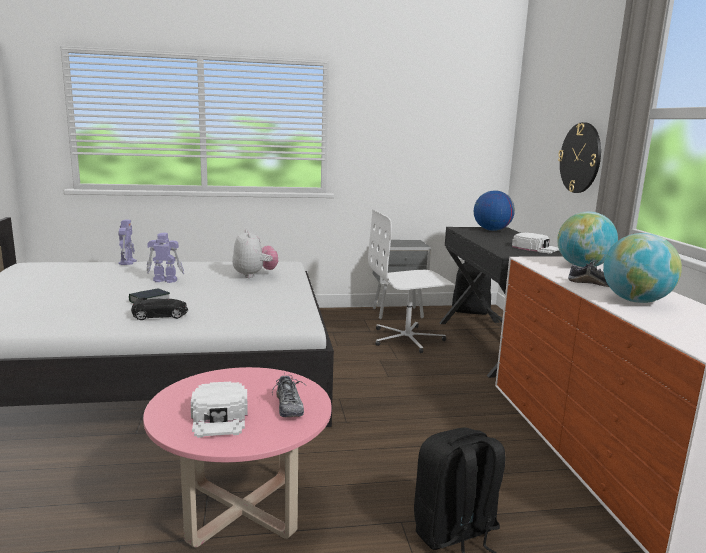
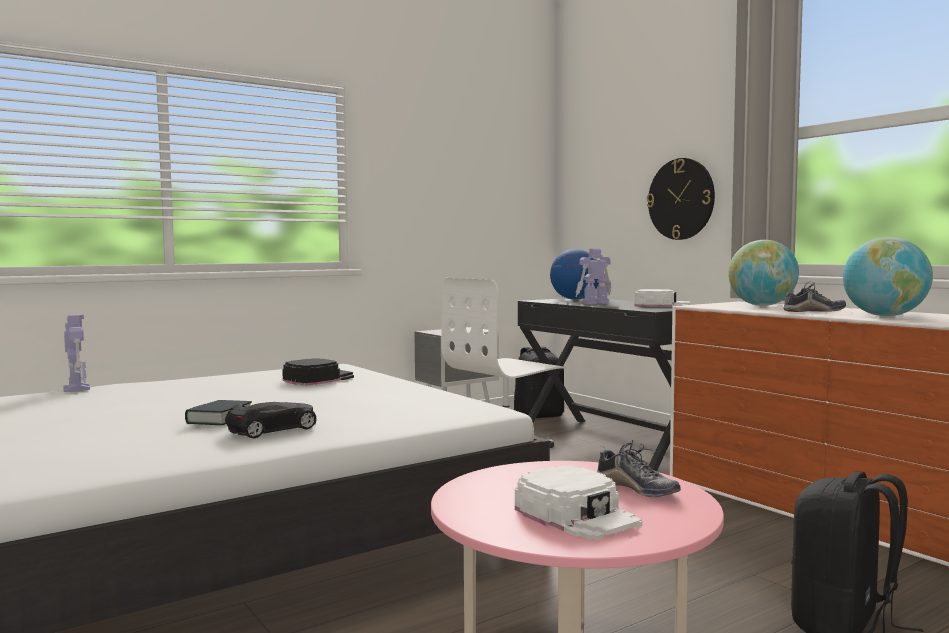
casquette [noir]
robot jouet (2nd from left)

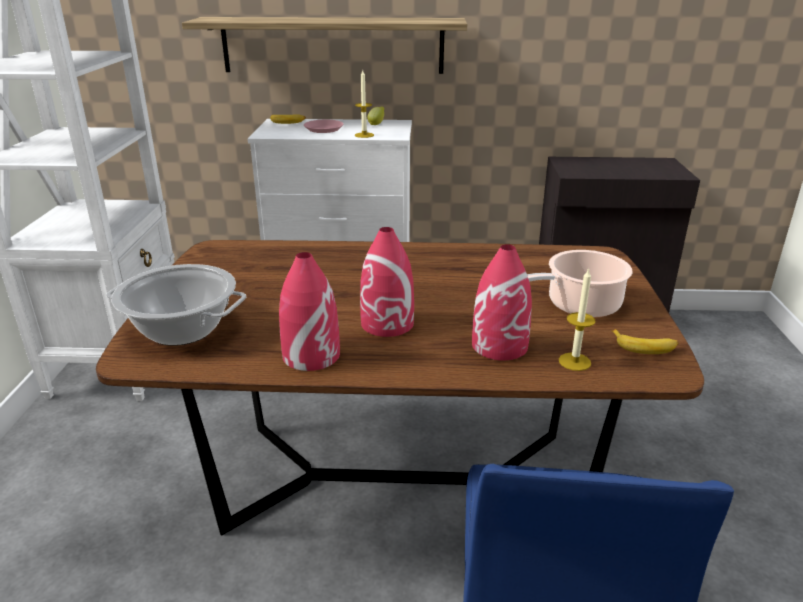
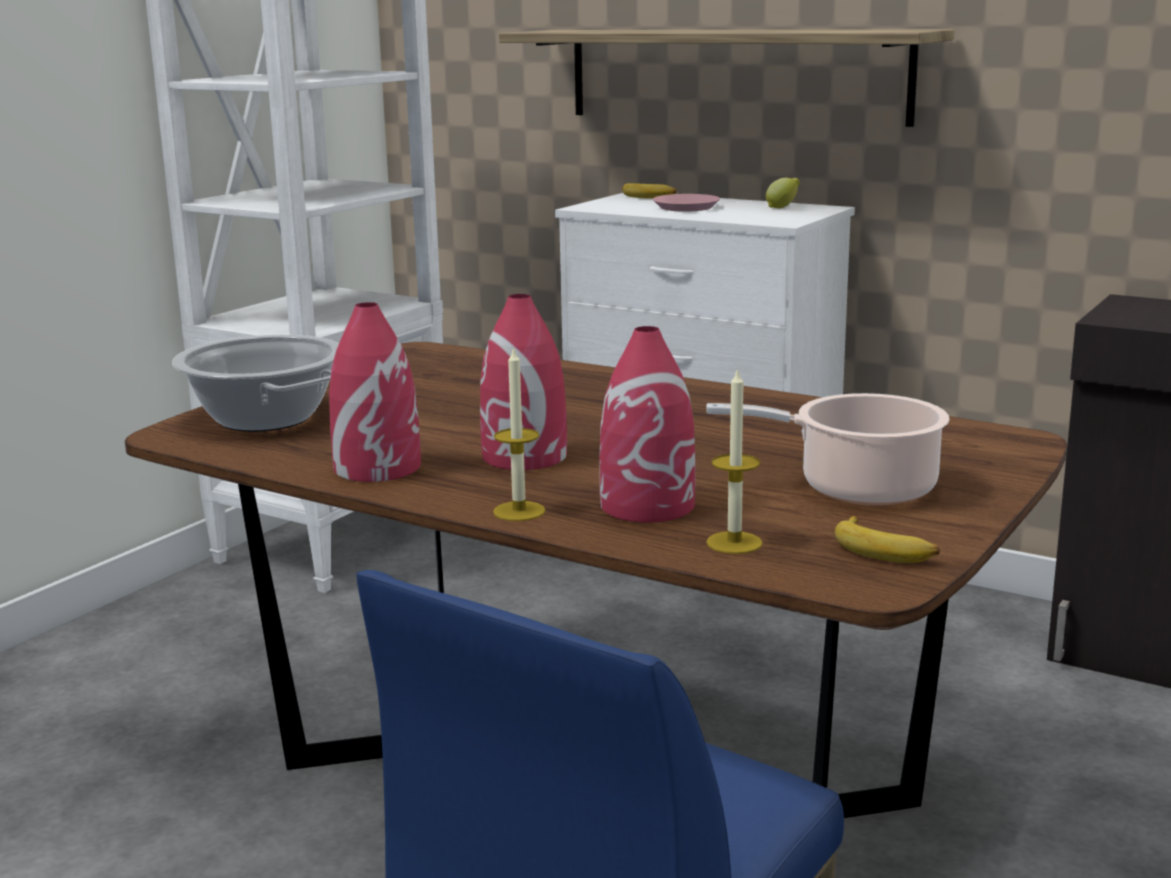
bougie (1st from left)

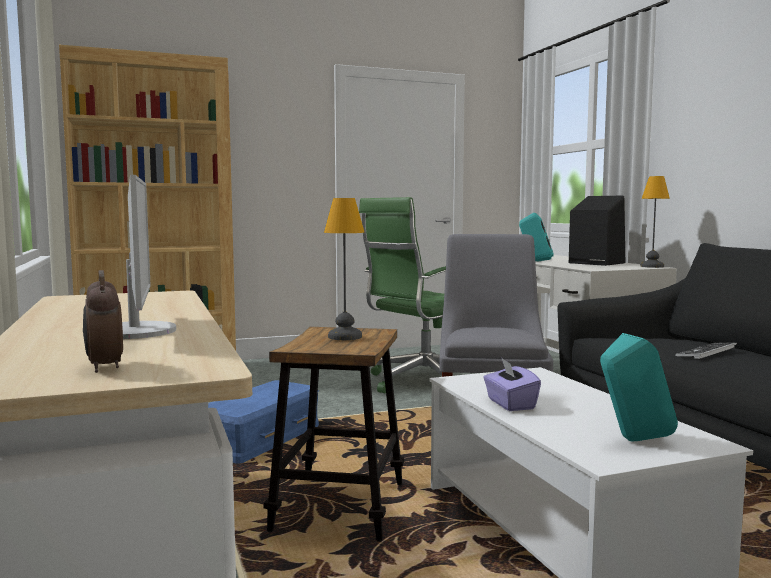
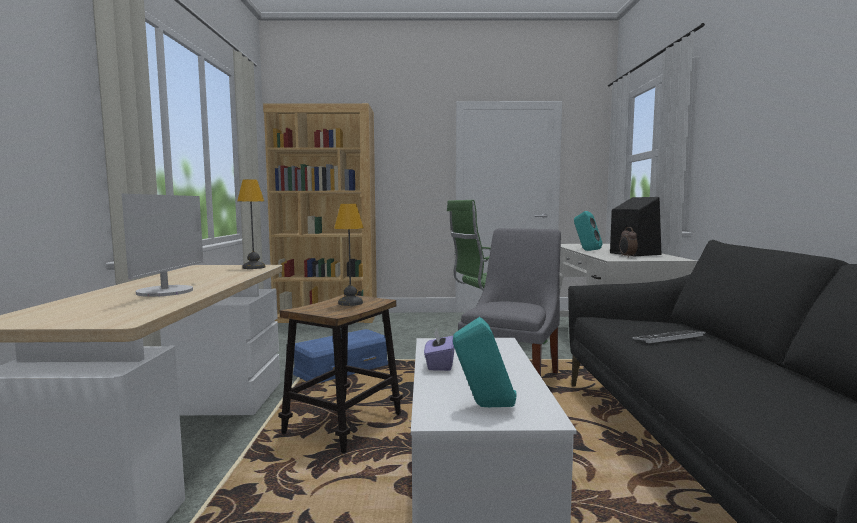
lampe de table (1st from left)
réveil

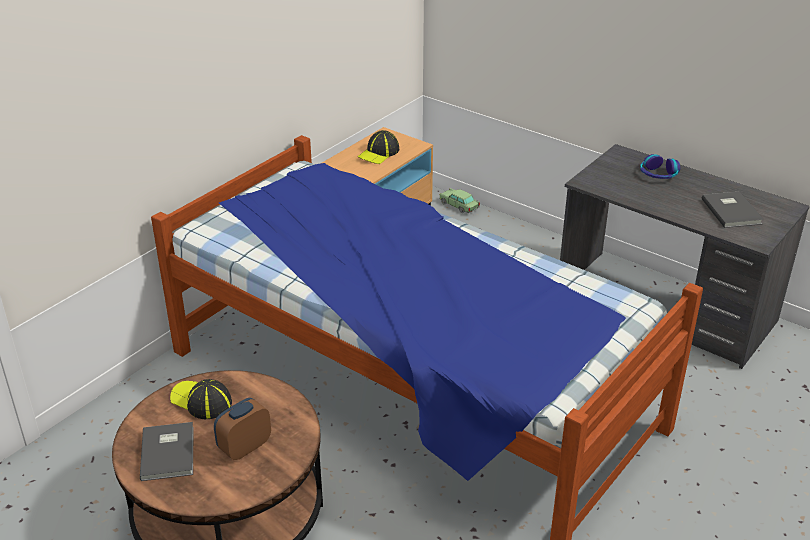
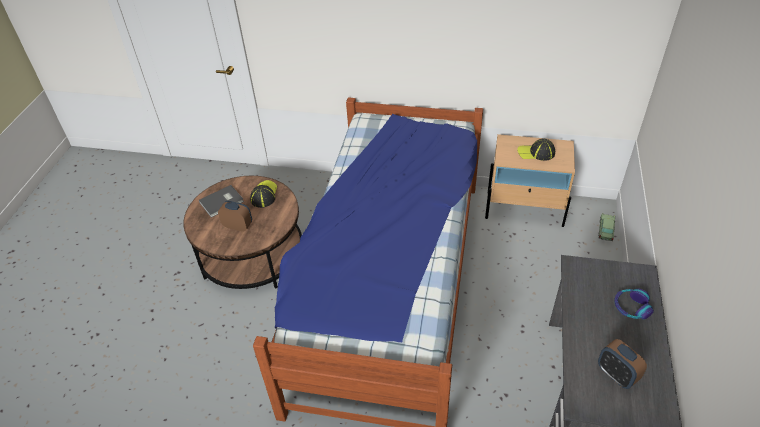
réveil (2nd from left)

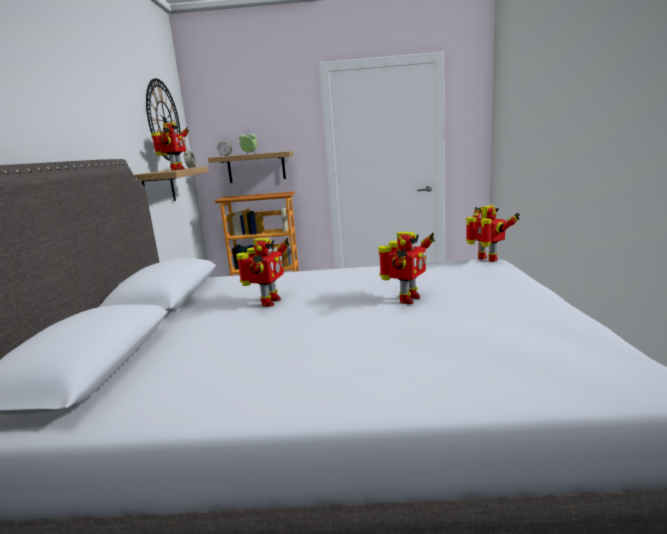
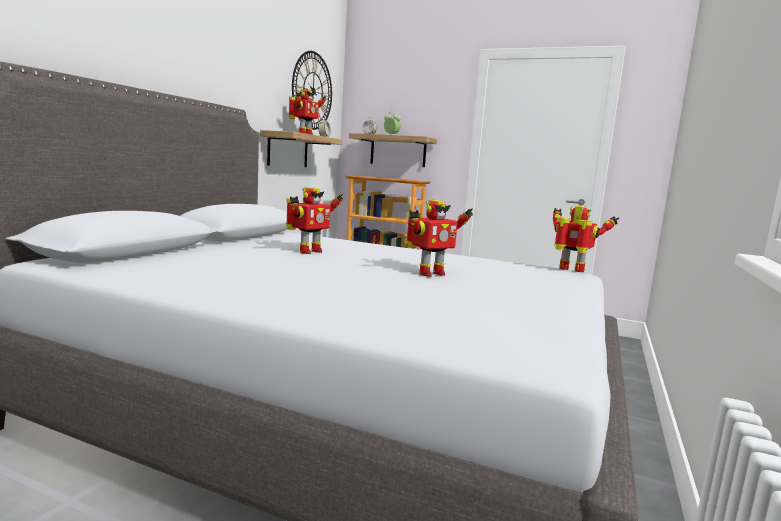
robot jouet (4th from left)

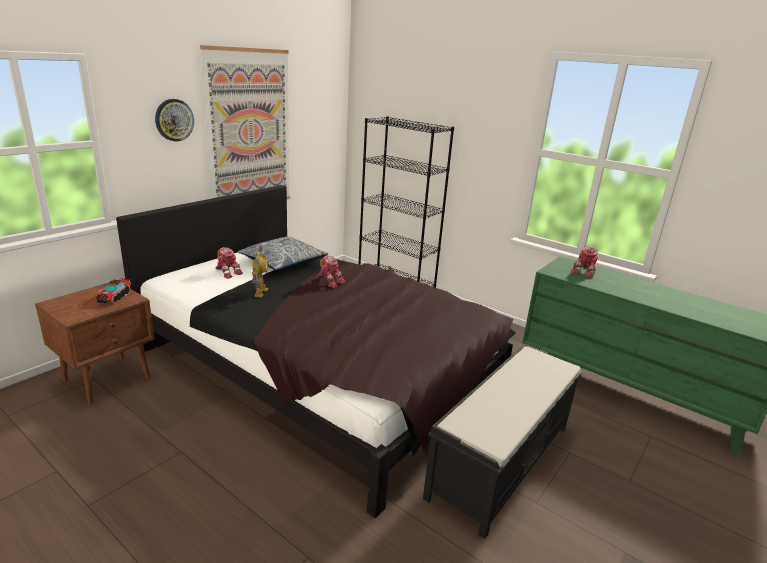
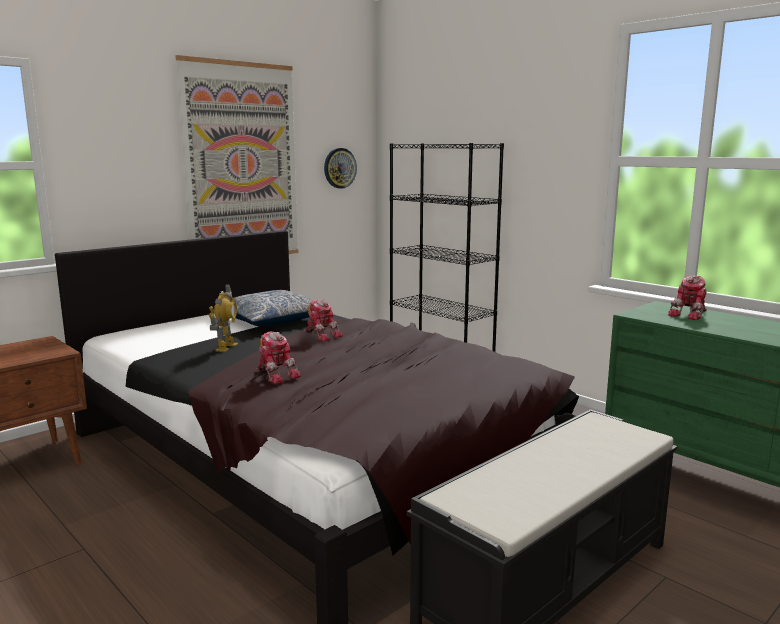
horloge murale
robot jouet (2nd from left)
camion jouet

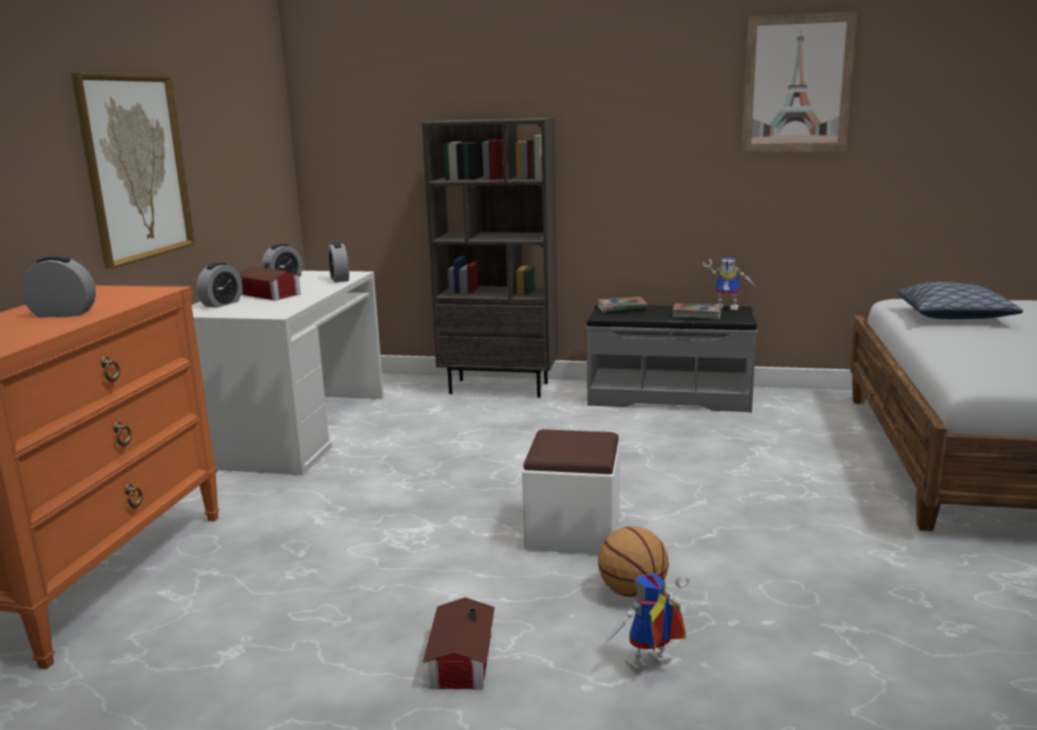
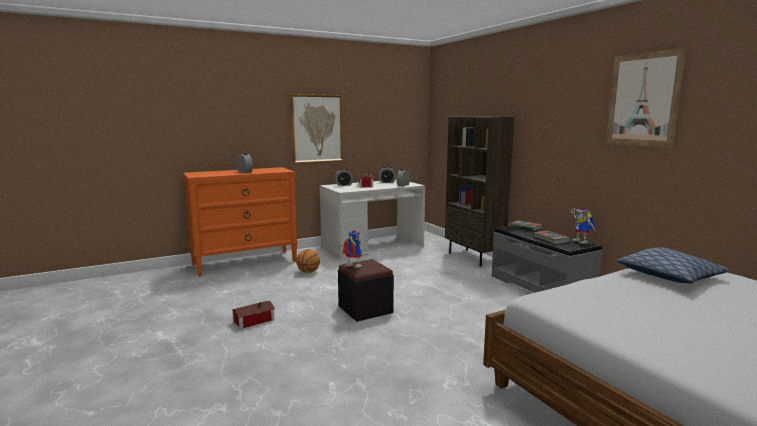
pouf [noir]
ballon de basket
robot jouet (1st from left)

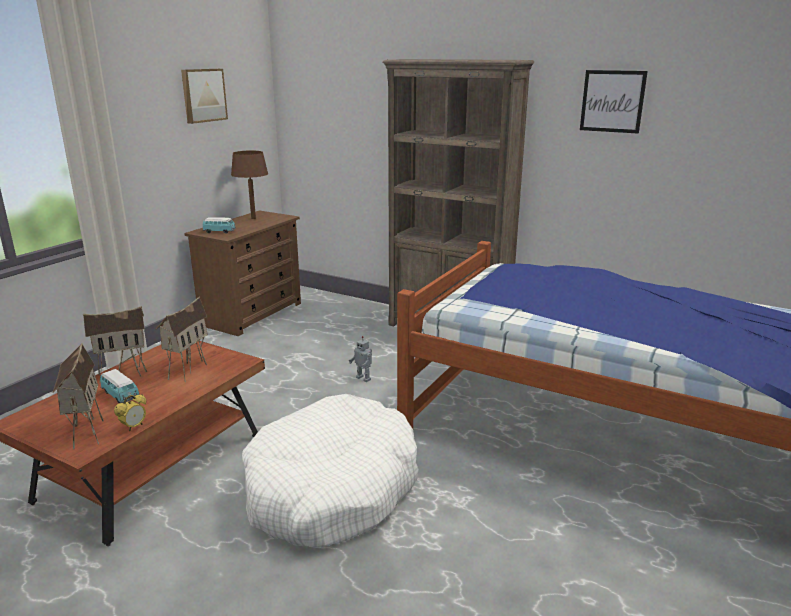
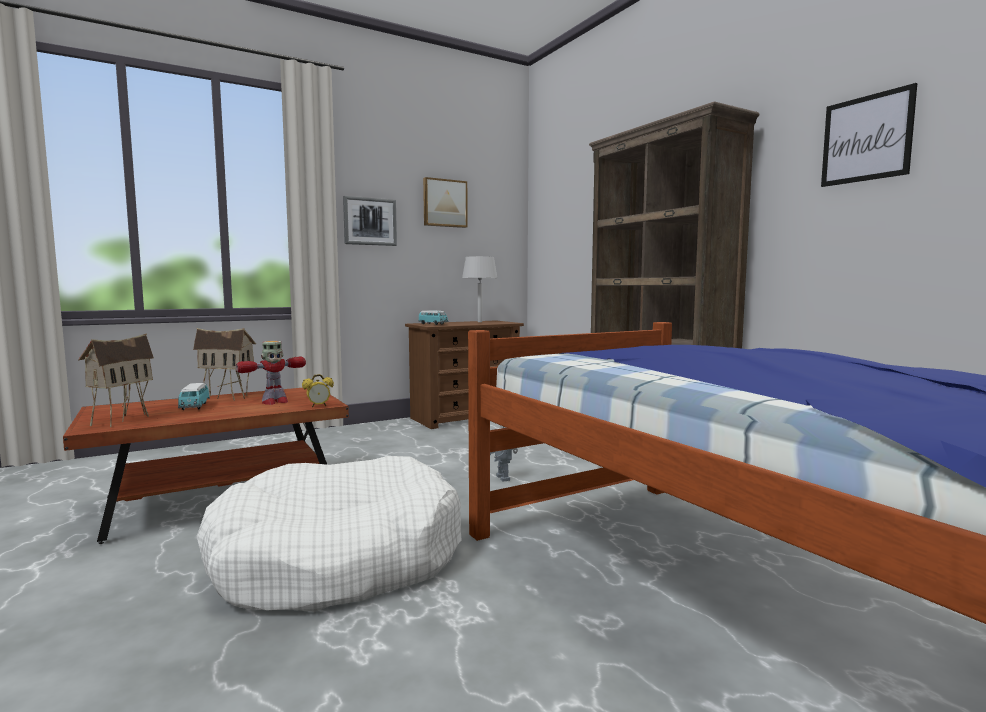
lampe de table [gris]
robot jouet (1st from left)
réveil
tableau (1st from left)

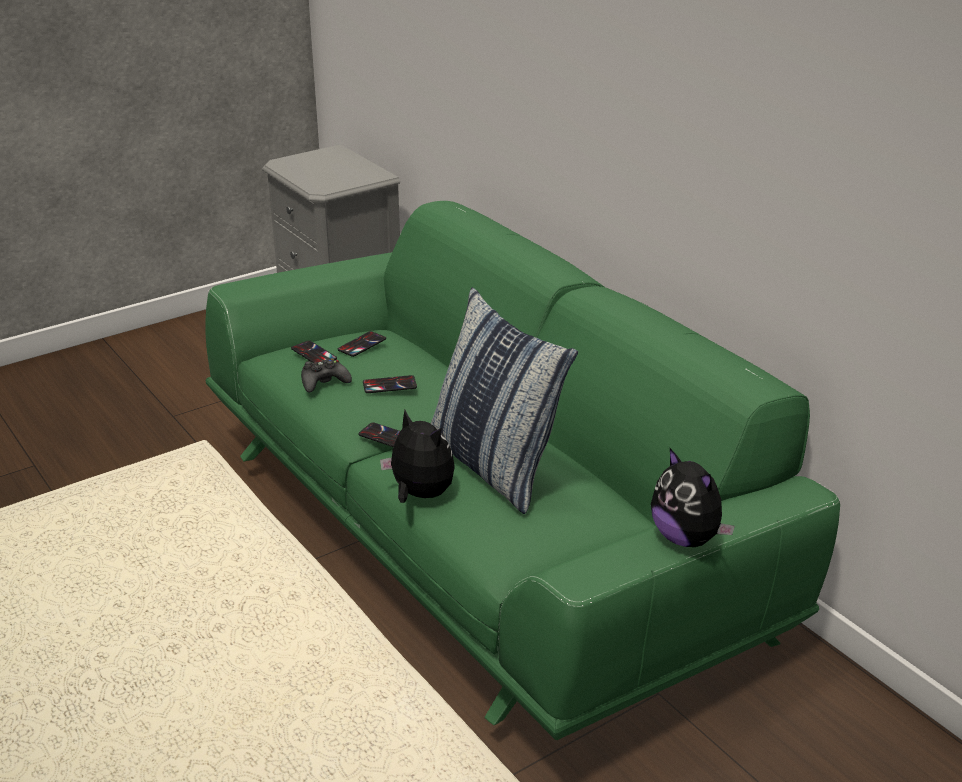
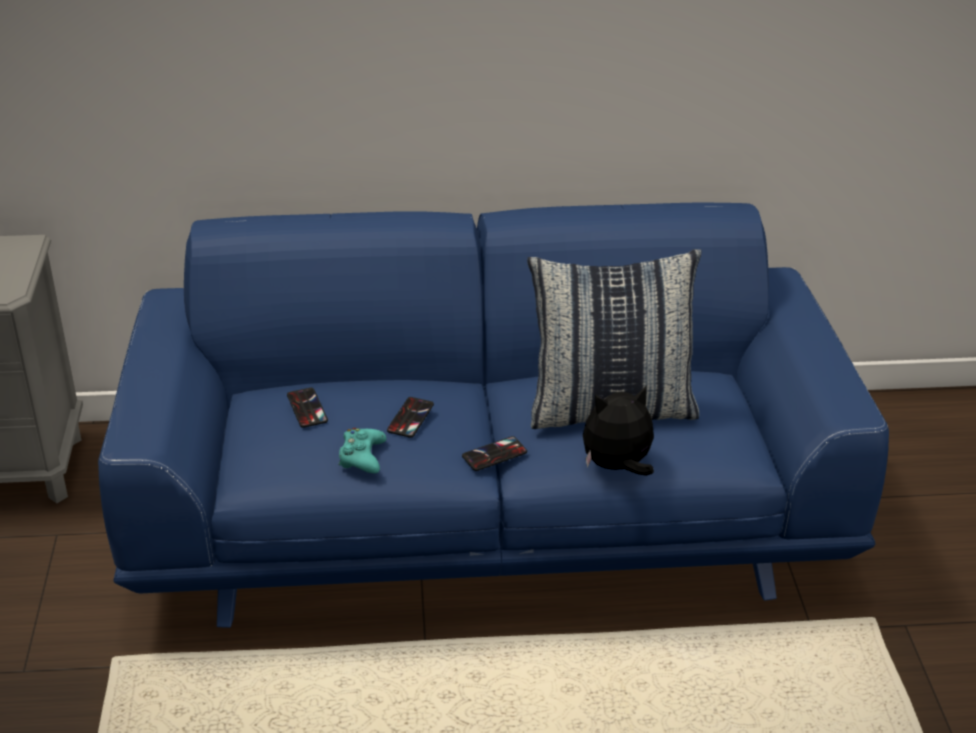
canapé [bleu]
téléphone (1st from left in the first image)
manette [turquoise]
peluche (2nd from left in the first image)

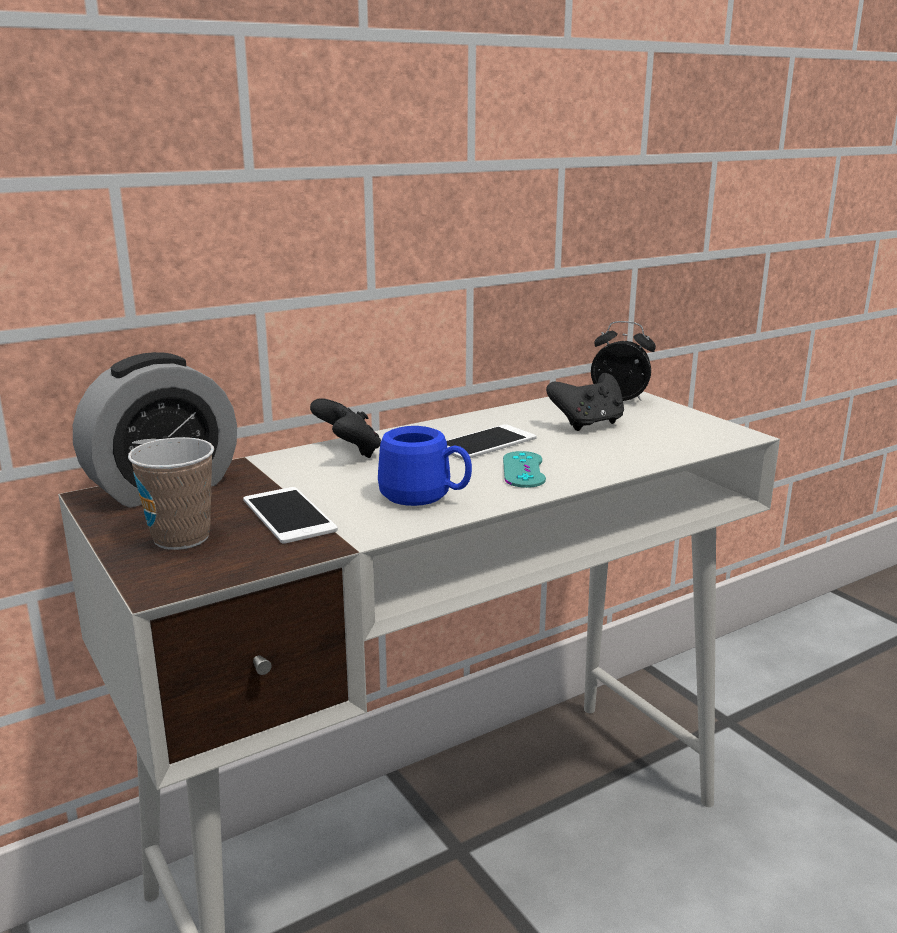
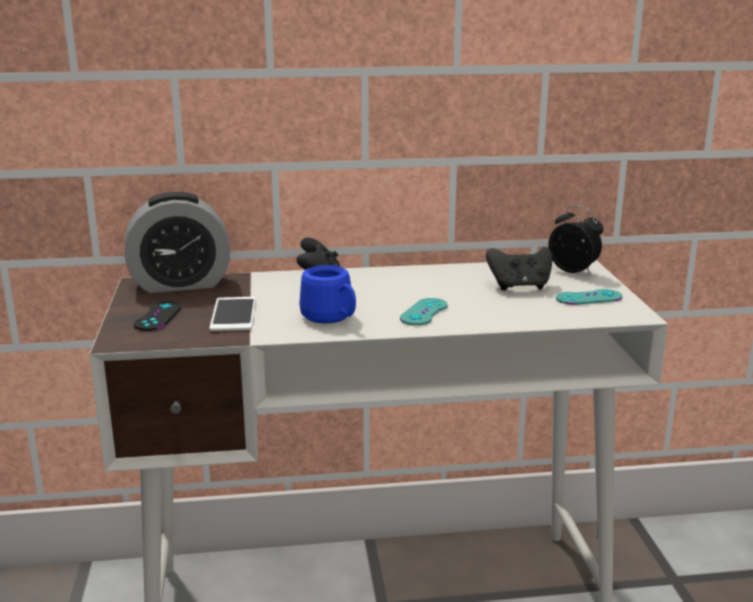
téléphone (2nd from left in the first image)
manette [noir] (1st from left)
manette [turquoise] (2nd from left)

